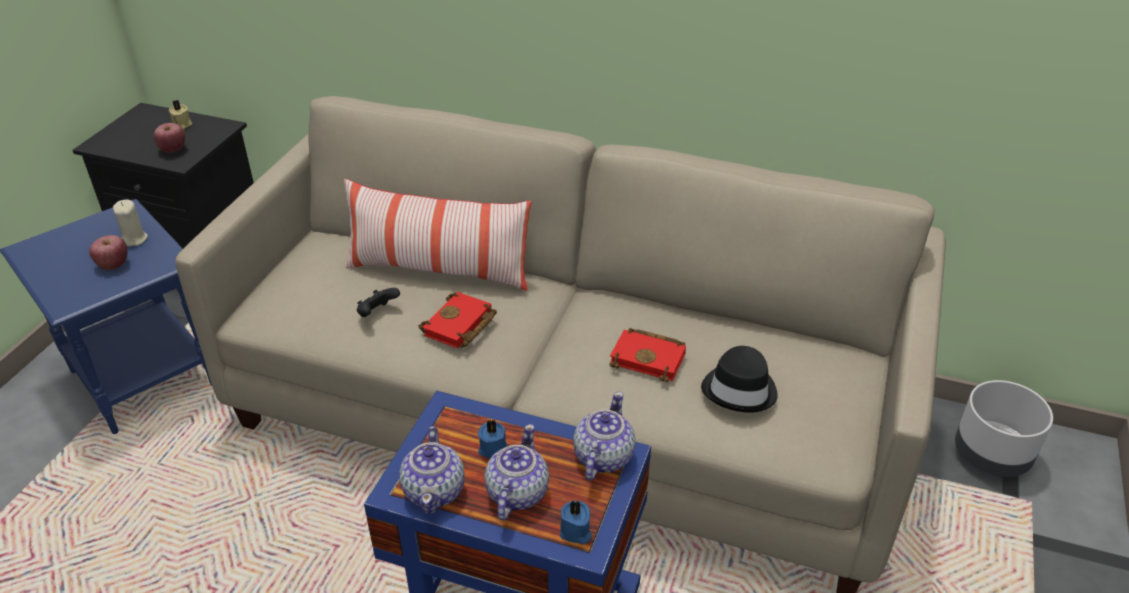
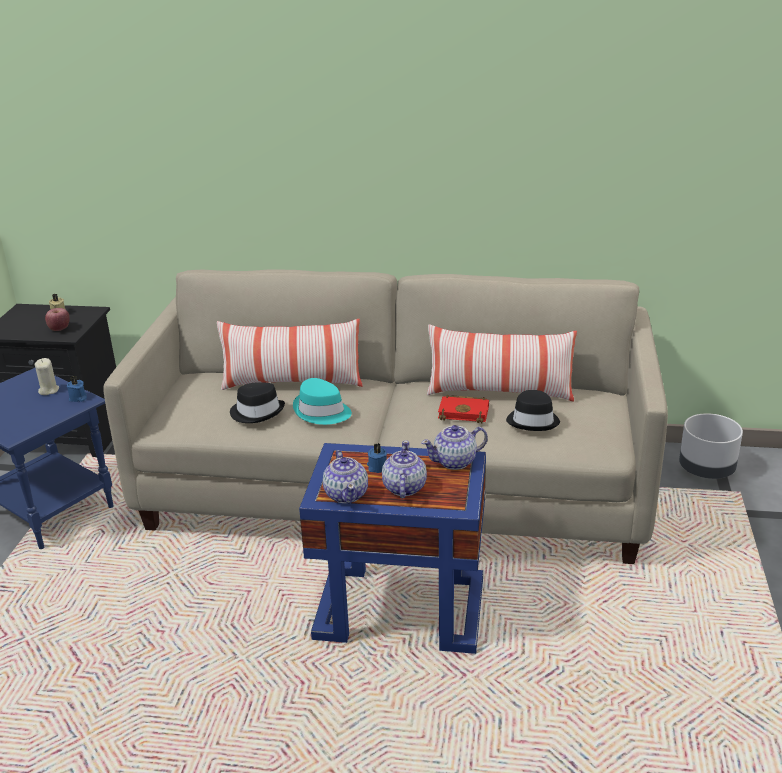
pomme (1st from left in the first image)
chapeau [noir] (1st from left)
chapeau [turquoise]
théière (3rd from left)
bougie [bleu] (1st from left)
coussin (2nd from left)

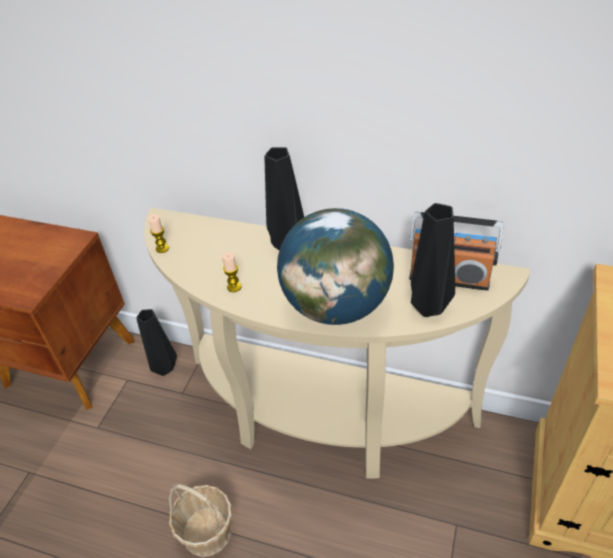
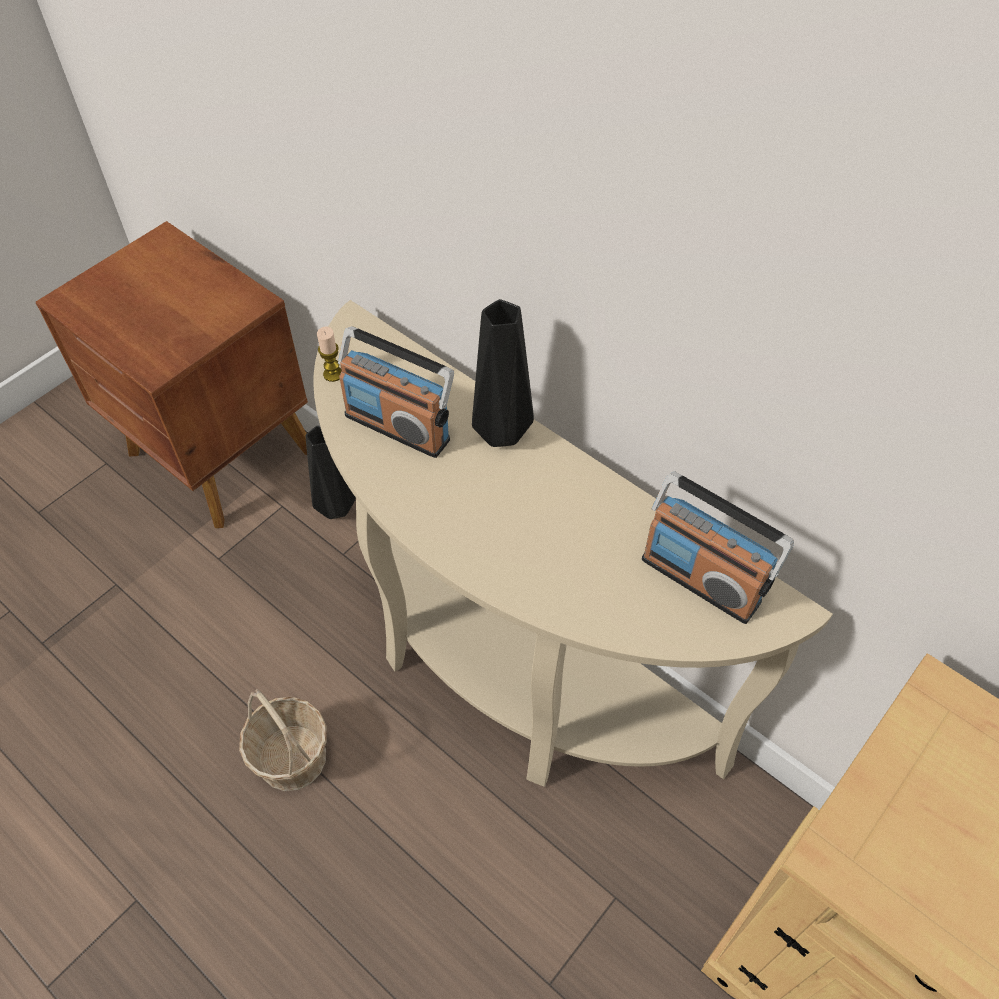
vase [noir] (3rd from left in the first image)
globe
bougie (2nd from left in the first image)
radio (1st from left)

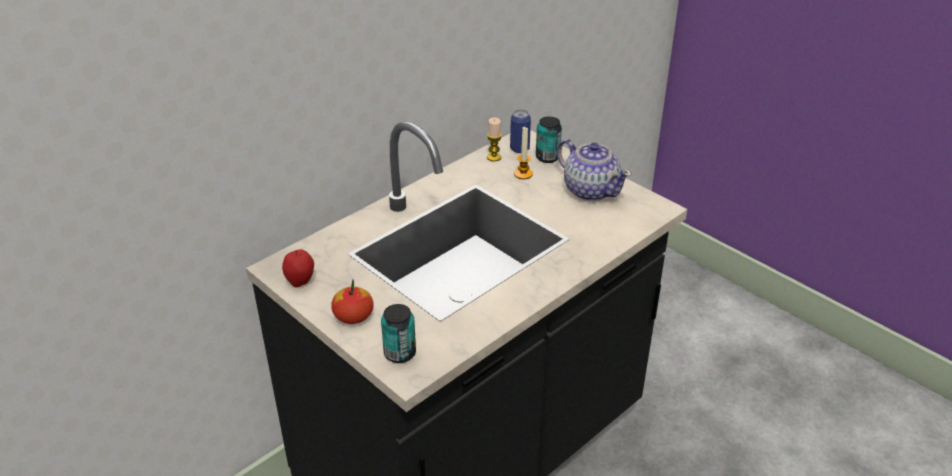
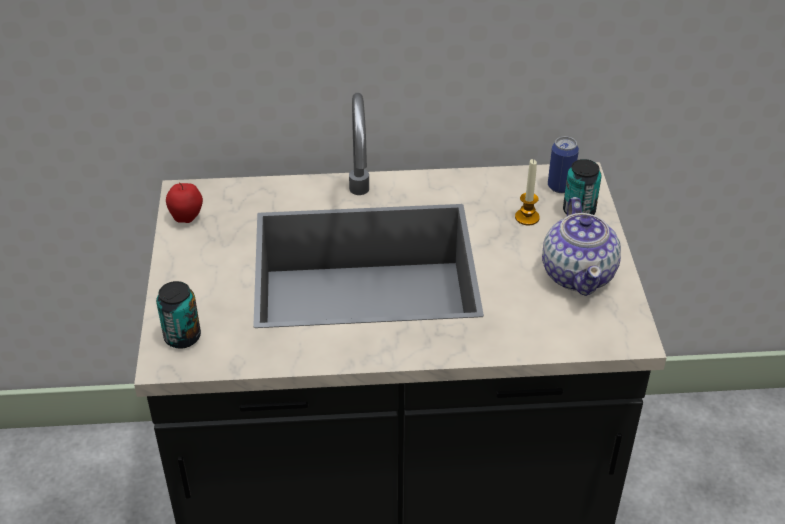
bougie (1st from left in the first image)
pomme (2nd from left in the first image)

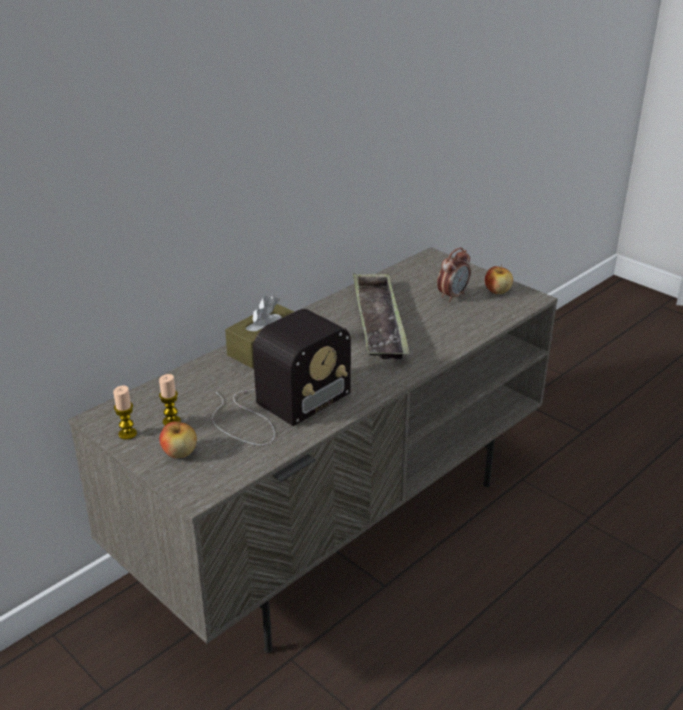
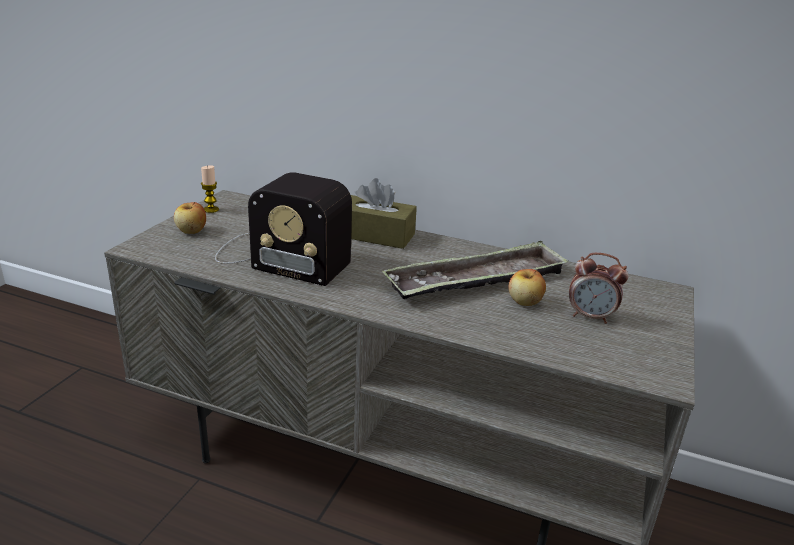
pomme (2nd from left)
bougie (2nd from left in the first image)

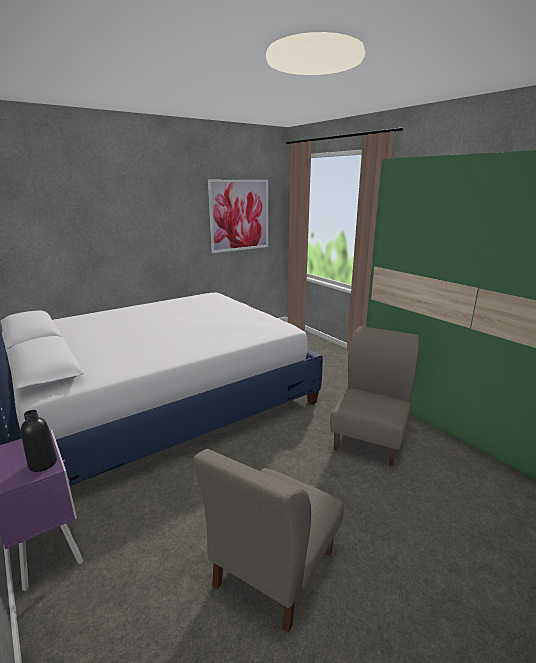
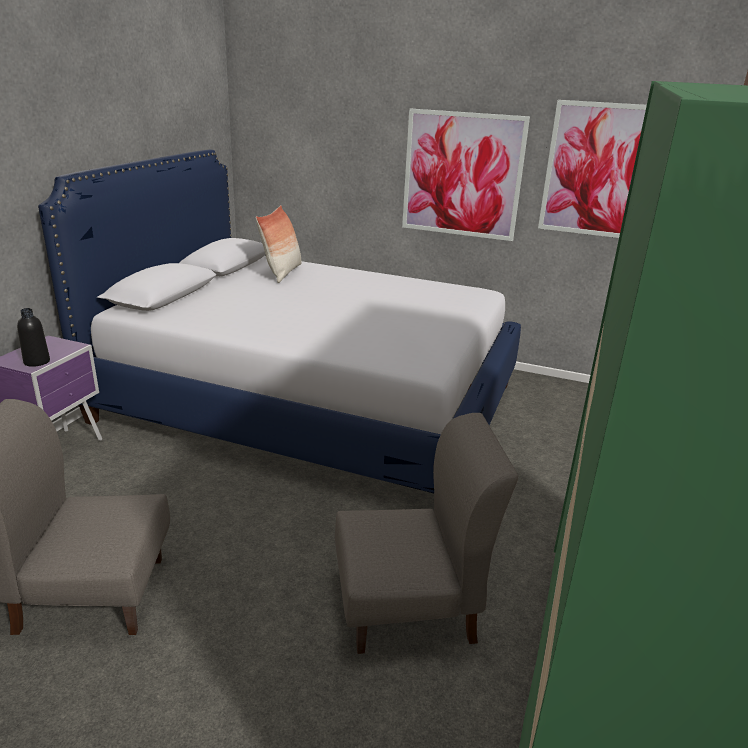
tableau (1st from left)
coussin

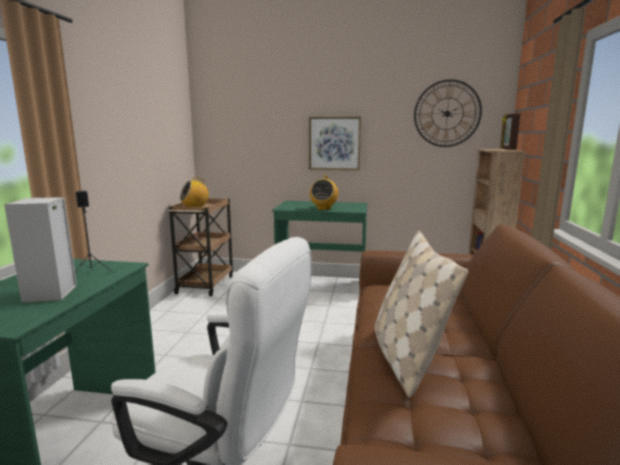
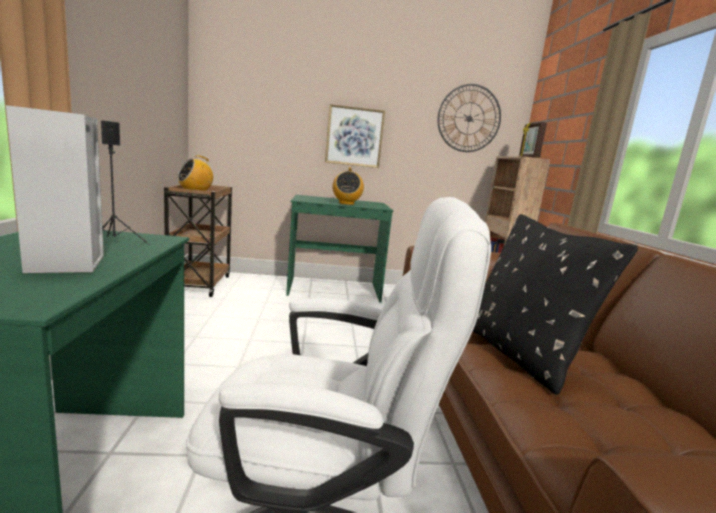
coussin [noir]

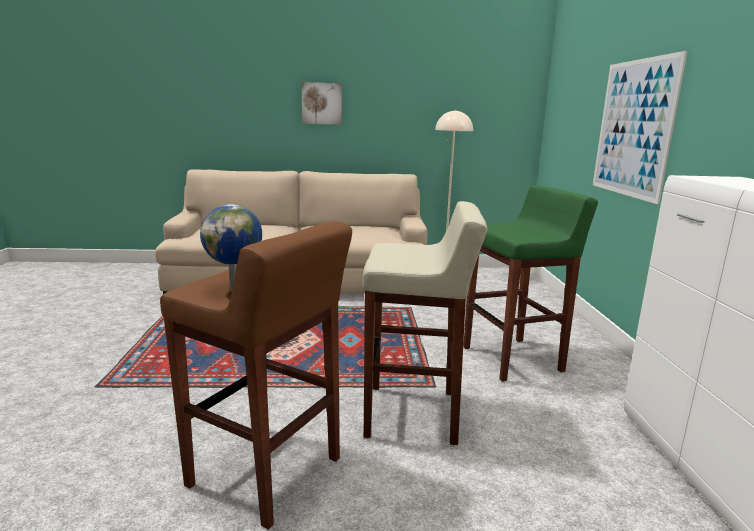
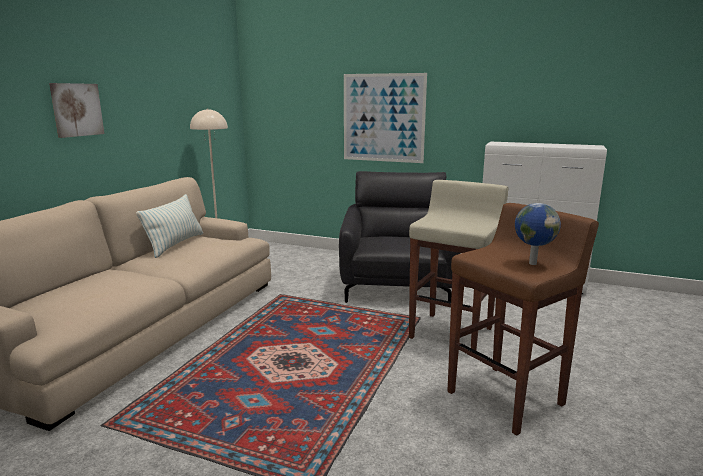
fauteuil [noir]
coussin

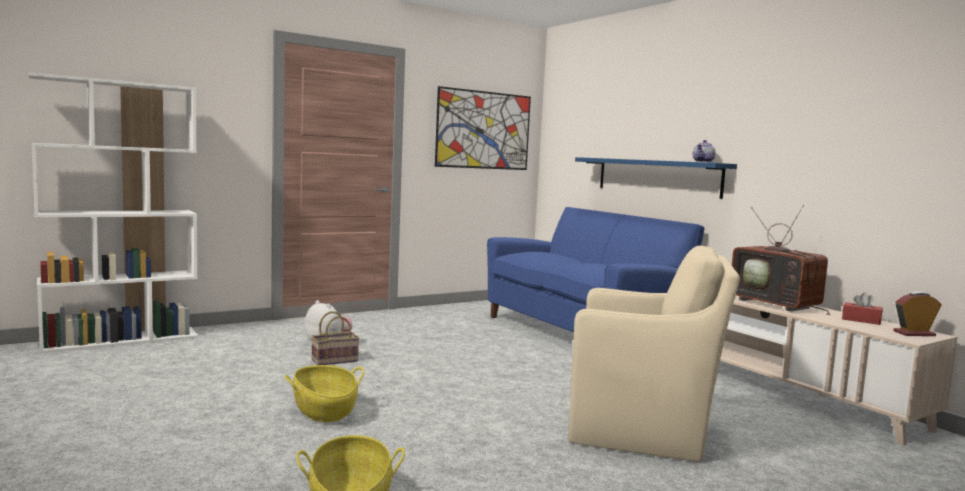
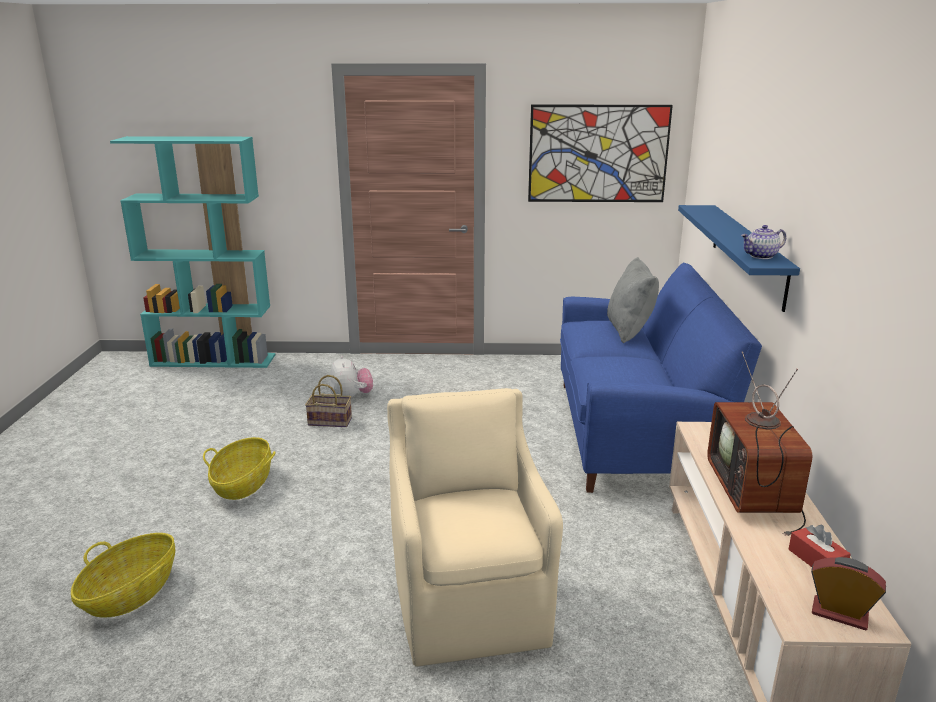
bibliothèque [turquoise]
fauteuil [beige]
coussin [gris]

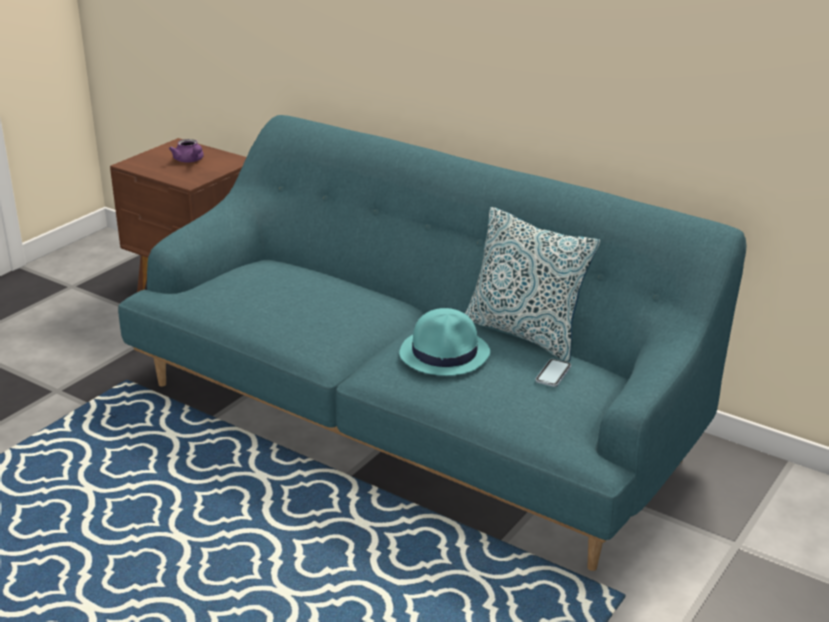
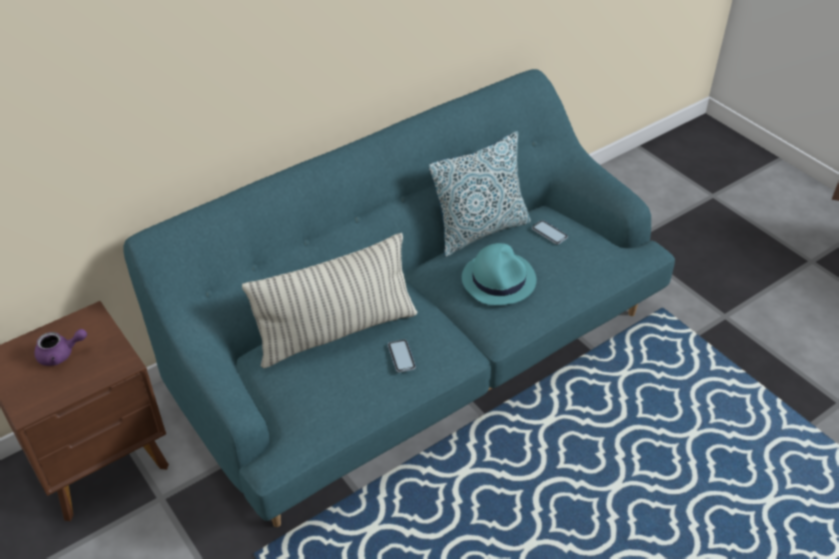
coussin (1st from left)
téléphone (1st from left)

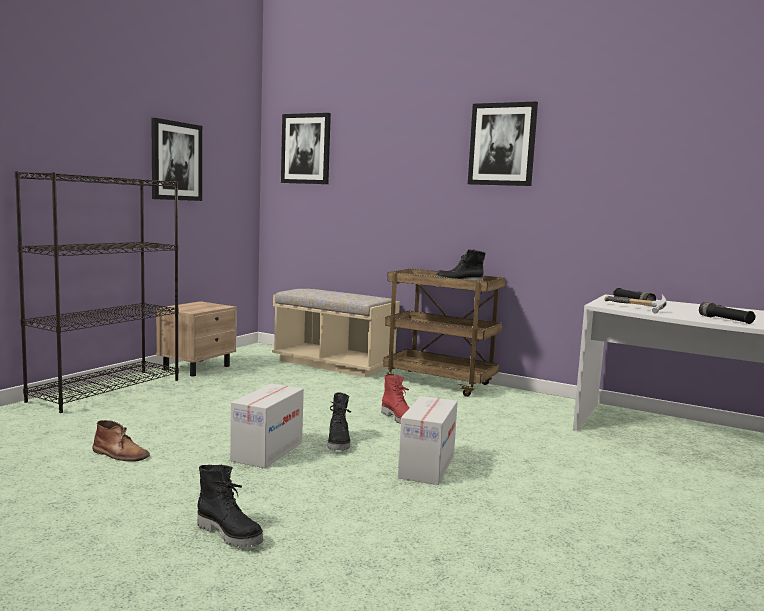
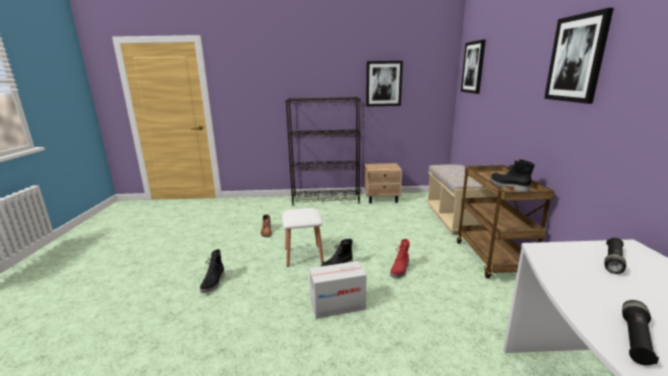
marteau
tabouret [blanc]

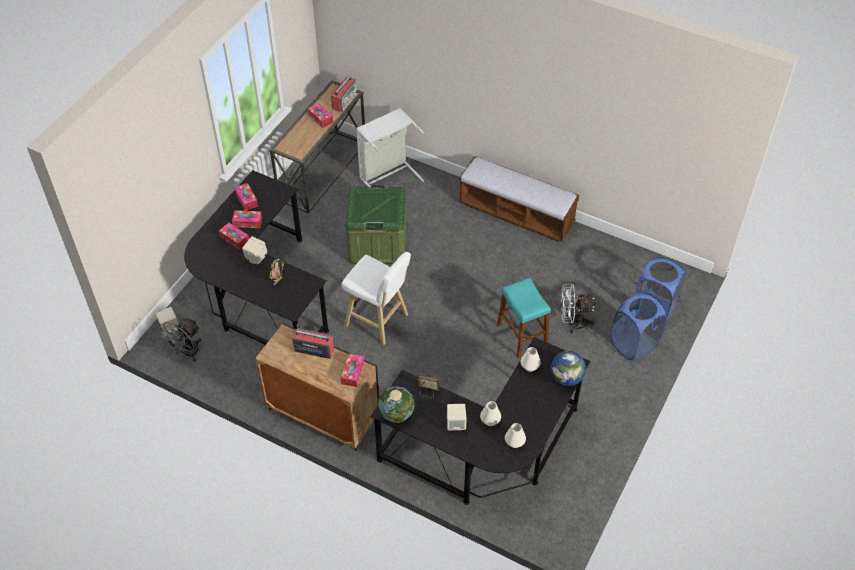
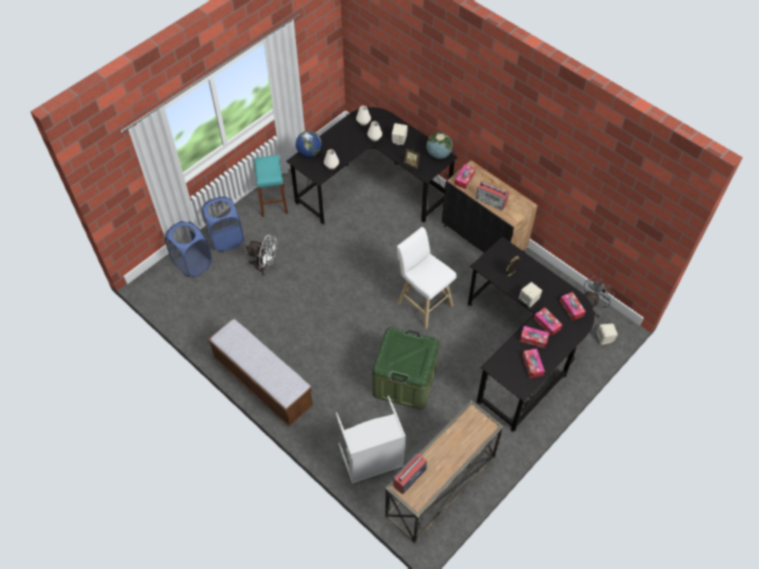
boîte à mouchoirs (5th from left)
tabouret [turquoise]

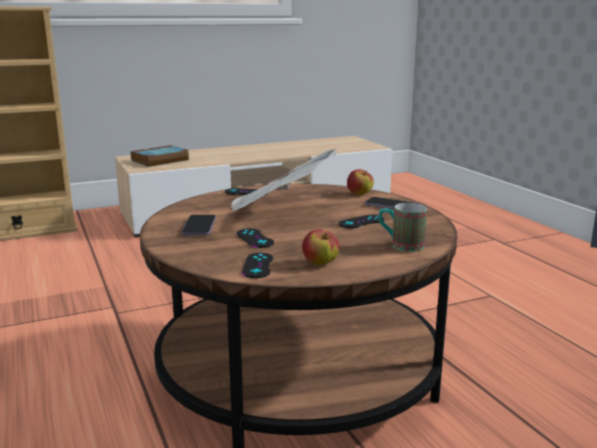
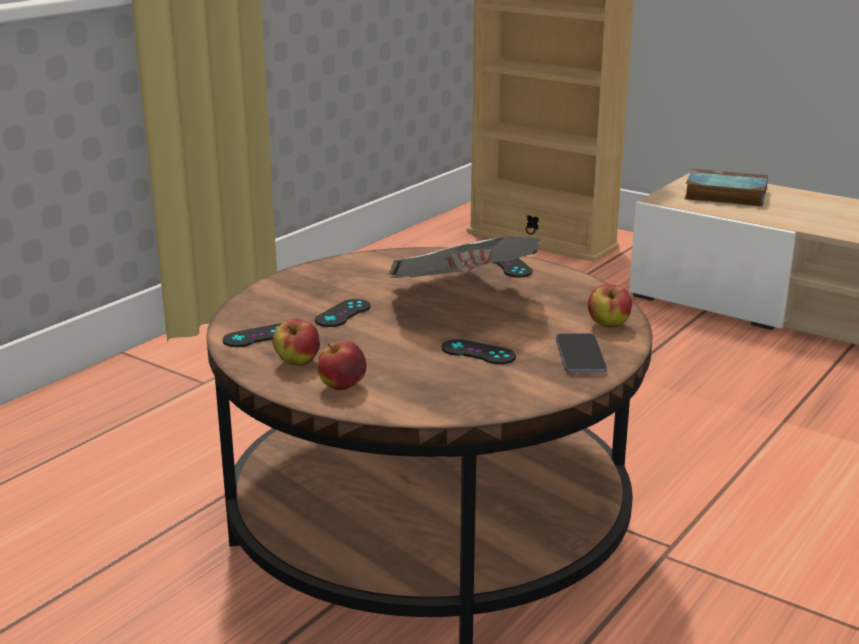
mug
téléphone (1st from left in the first image)
pomme (2nd from left)

